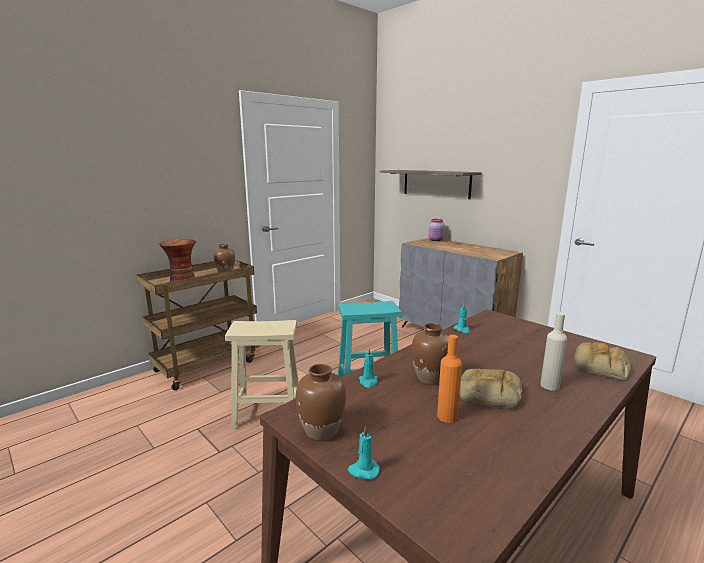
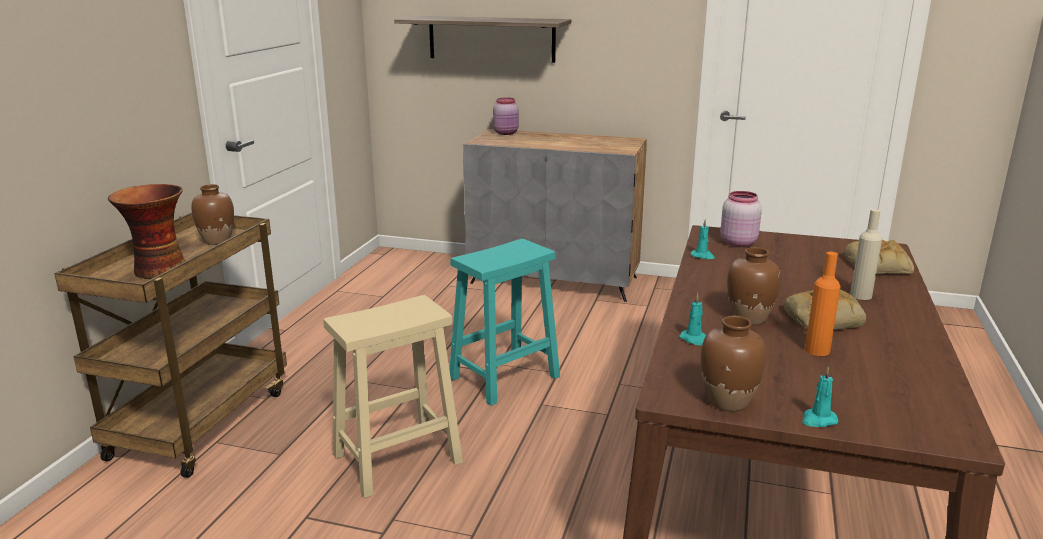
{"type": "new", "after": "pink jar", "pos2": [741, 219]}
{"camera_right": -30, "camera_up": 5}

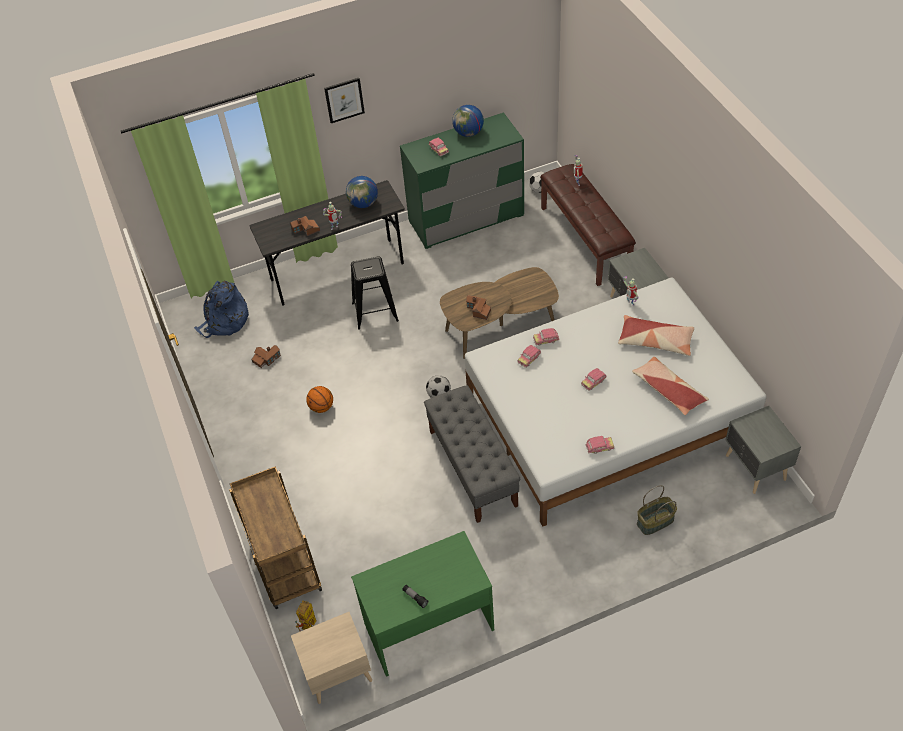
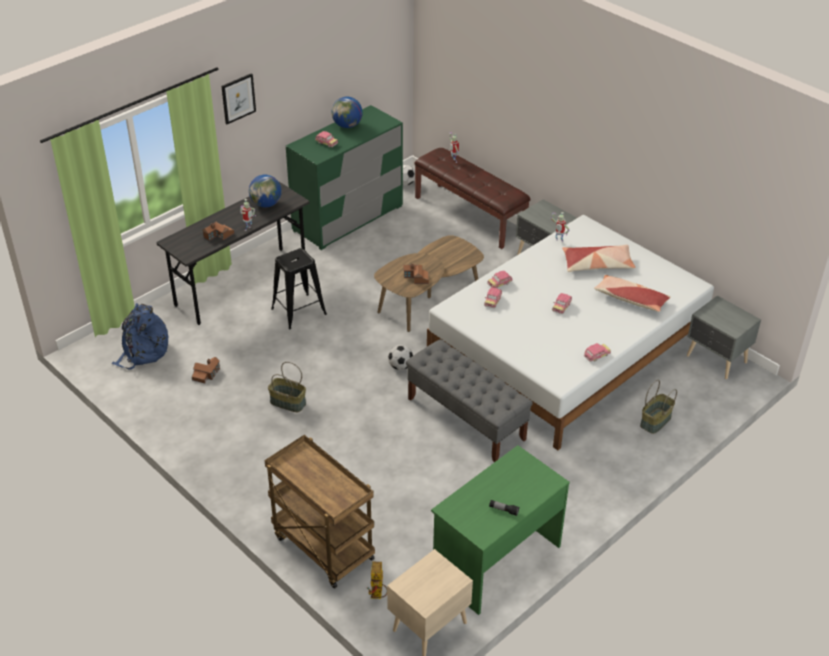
{"type": "swapped", "before": "basketball", "after": "basket", "pos1": [319, 399], "pos2": [287, 387]}
{"camera_right": -25, "camera_up": -10}

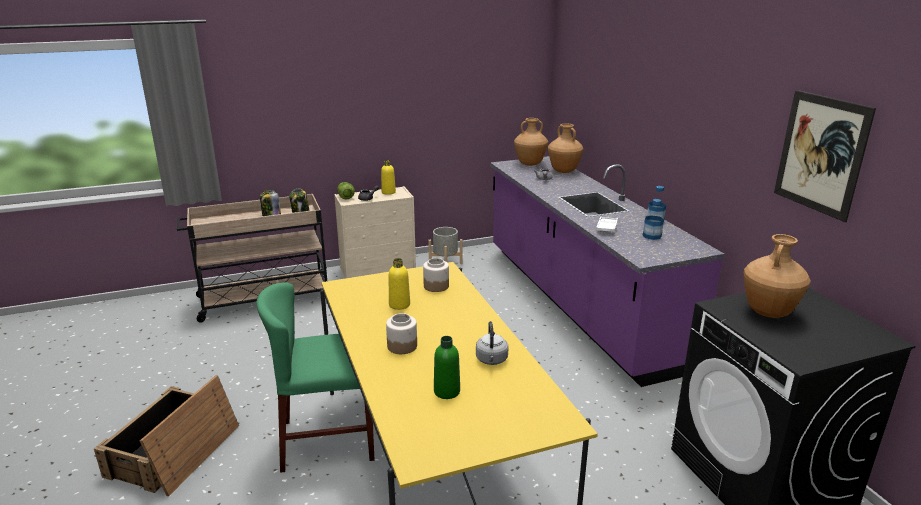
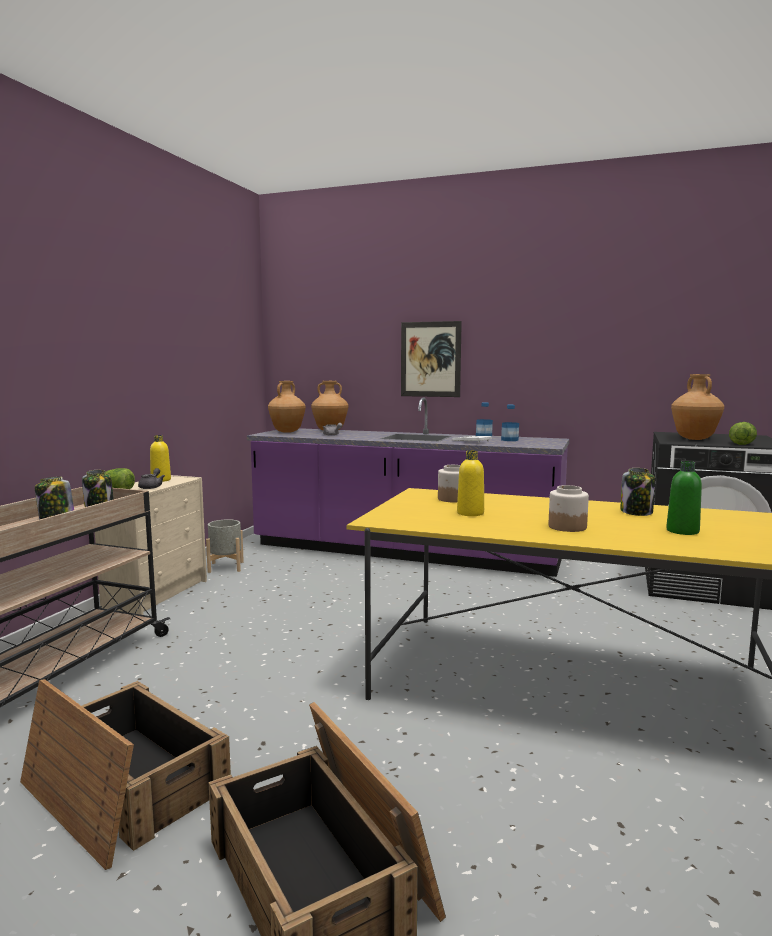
{"type": "gone", "before": "green chair", "pos1": [316, 377]}
{"type": "new", "after": "crate", "pos2": [125, 774]}
{"type": "new", "after": "lettuce", "pos2": [743, 433]}
{"type": "shifted", "before": "picture", "pos1": [825, 156], "pos2": [431, 359]}
{"type": "swapped", "before": "grey kettle", "after": "jar", "pos1": [492, 343], "pos2": [637, 492]}
{"camera_right": -50, "camera_up": -15}

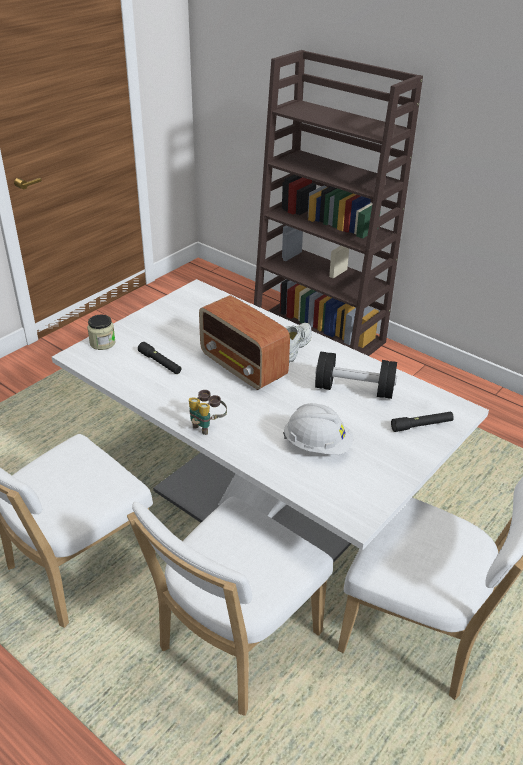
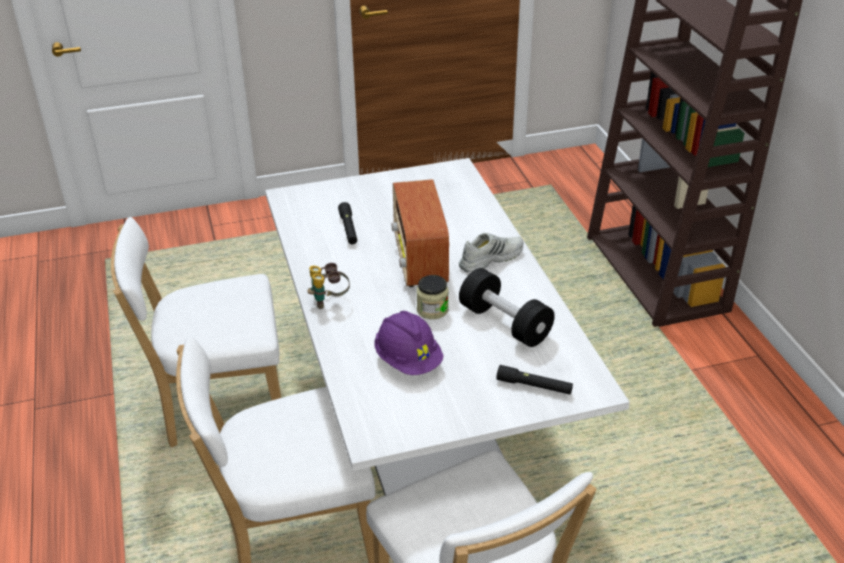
{"type": "shifted", "before": "jar", "pos1": [101, 332], "pos2": [433, 297]}
{"type": "repainted", "before": "white hard hat", "after": "purple hard hat", "pos1": [318, 429], "pos2": [409, 343]}
{"camera_right": 35, "camera_up": 0}

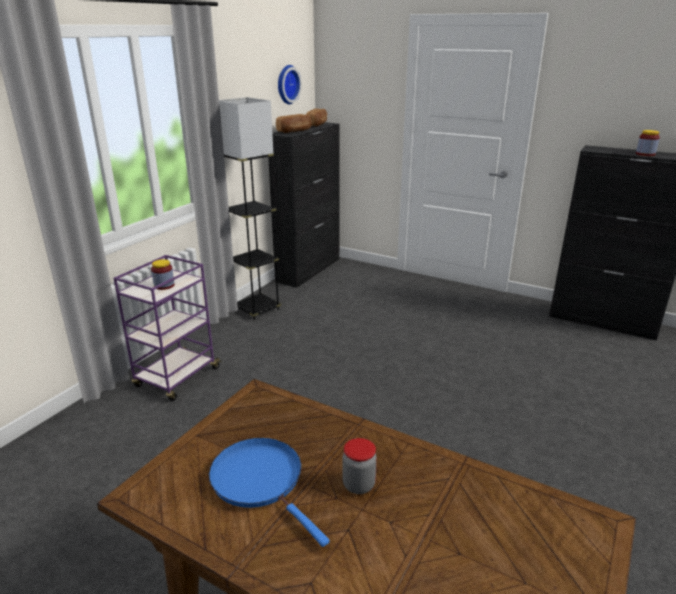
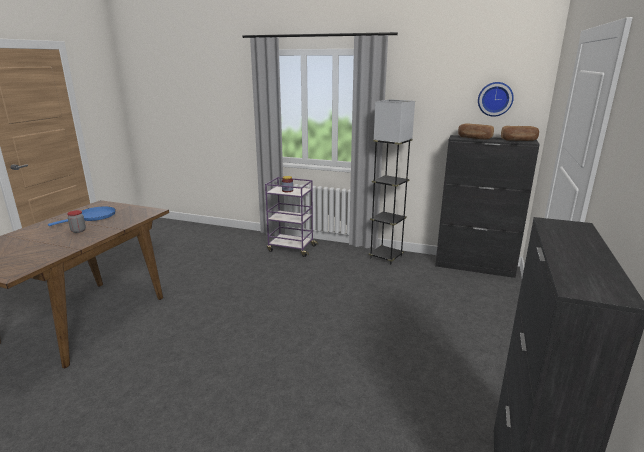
{"type": "gone", "before": "jar", "pos1": [648, 143]}
{"camera_right": 80, "camera_up": -5}

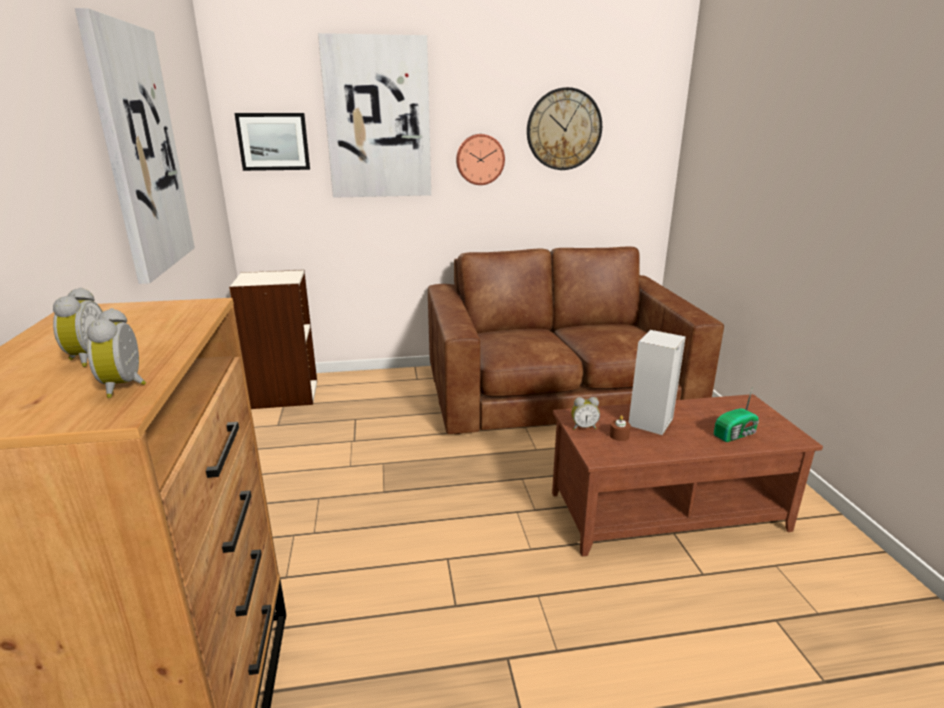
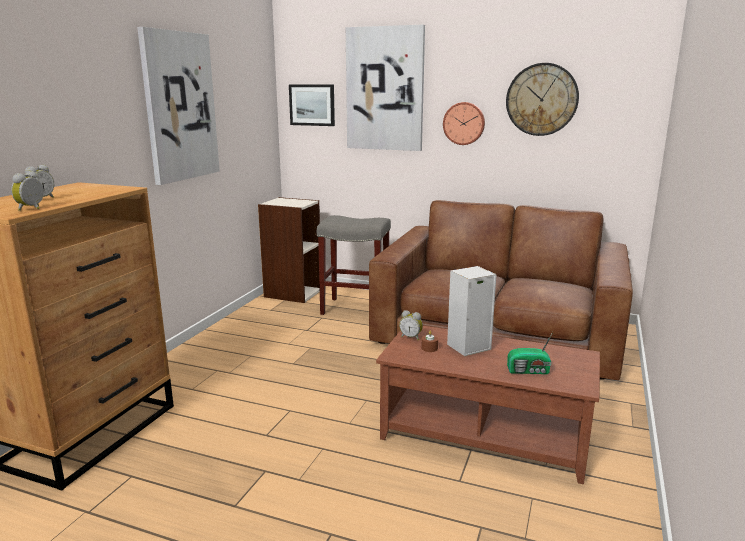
{"type": "new", "after": "grey stool", "pos2": [354, 265]}
{"camera_right": 30, "camera_up": -5}

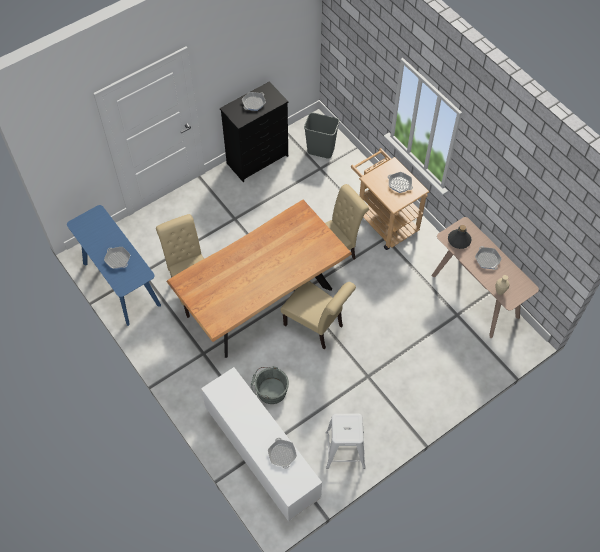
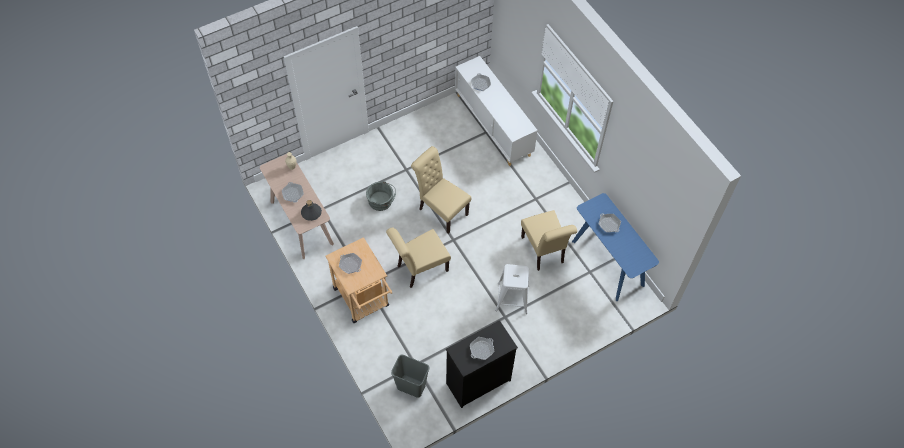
{"type": "gone", "before": "brown dining table", "pos1": [259, 279]}
{"type": "shifted", "before": "grey bucket", "pos1": [270, 385], "pos2": [381, 196]}
{"type": "shifted", "before": "white stool", "pos1": [345, 441], "pos2": [512, 289]}
{"camera_right": -175, "camera_up": 0}

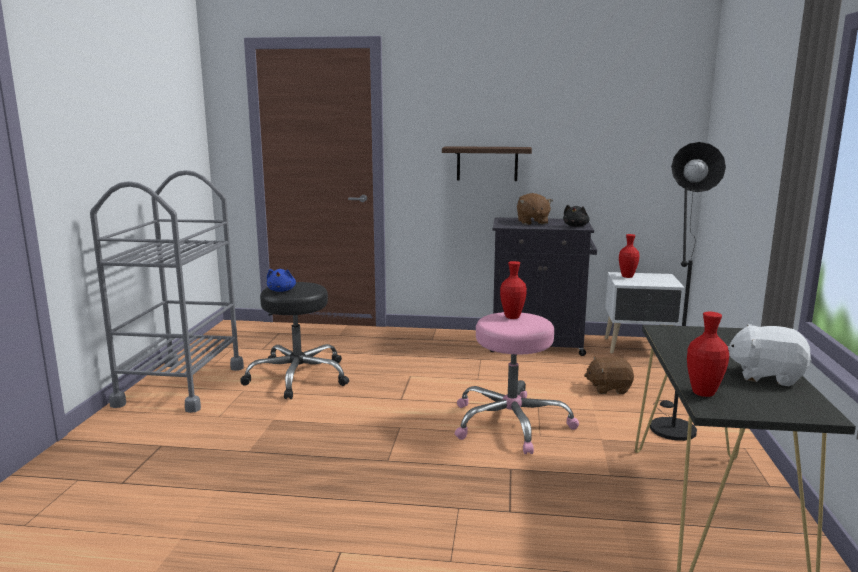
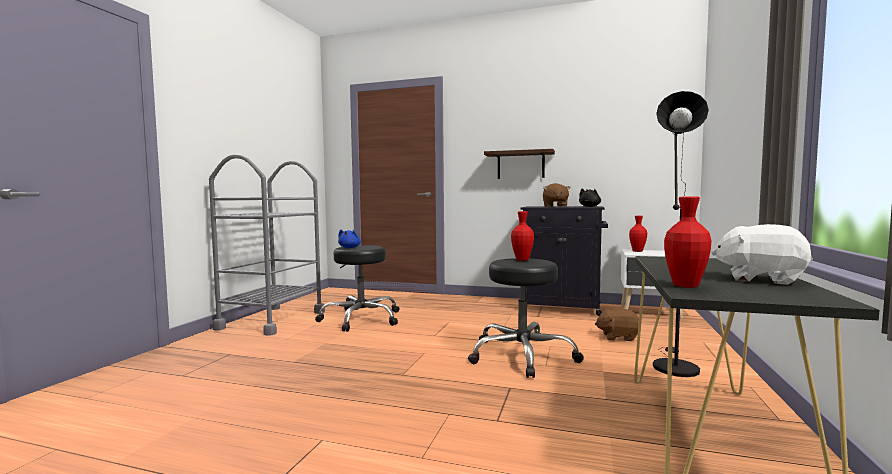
{"type": "repainted", "before": "pink stool", "after": "black stool", "pos1": [517, 383], "pos2": [526, 318]}
{"camera_right": 10, "camera_up": -10}

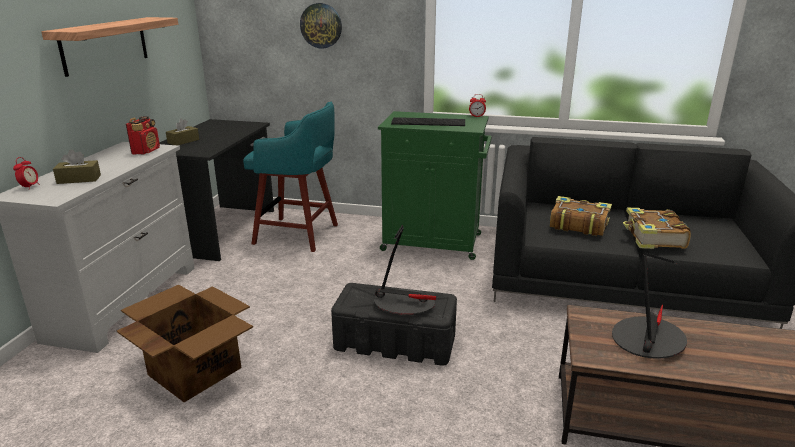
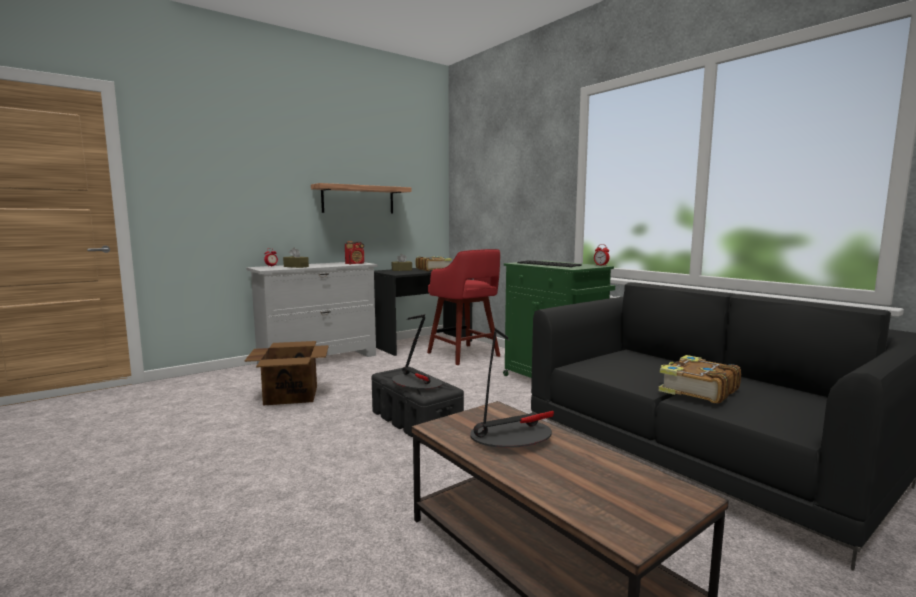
{"type": "gone", "before": "wall clock", "pos1": [321, 26]}
{"type": "shifted", "before": "book", "pos1": [581, 216], "pos2": [433, 263]}
{"type": "repainted", "before": "turquoise stool", "after": "red stool", "pos1": [290, 177], "pos2": [463, 307]}
{"camera_right": 40, "camera_up": -15}

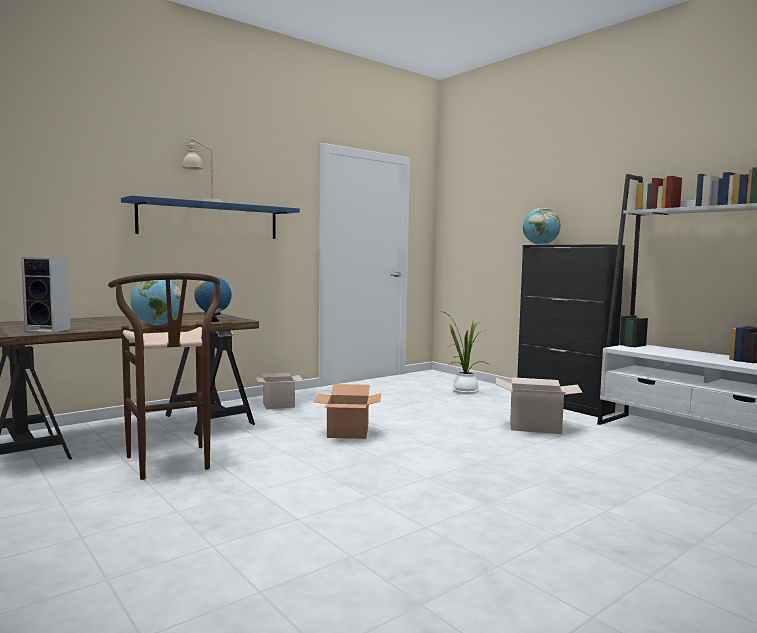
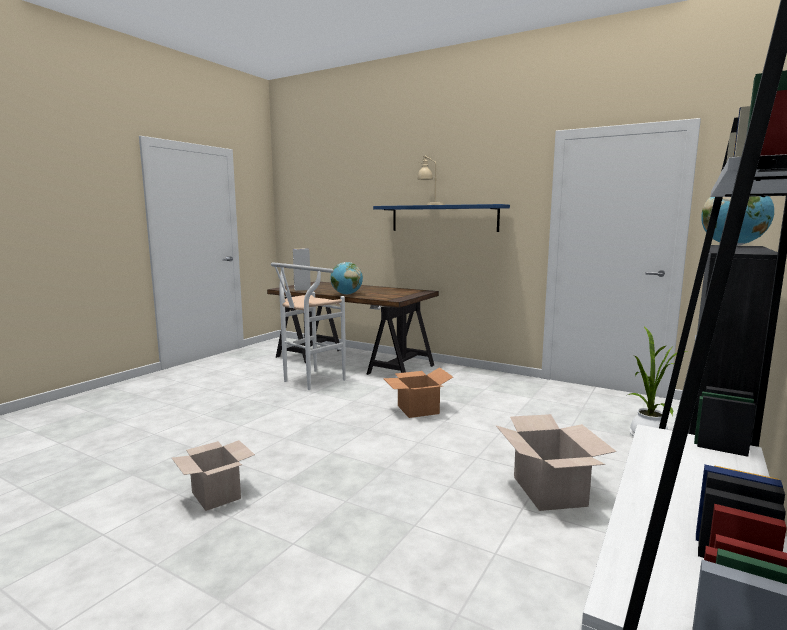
{"type": "gone", "before": "globe", "pos1": [213, 299]}
{"type": "shifted", "before": "cardboard box", "pos1": [279, 391], "pos2": [213, 475]}
{"type": "repainted", "before": "brown stool", "after": "white stool", "pos1": [164, 376], "pos2": [308, 326]}
{"camera_right": 70, "camera_up": 5}

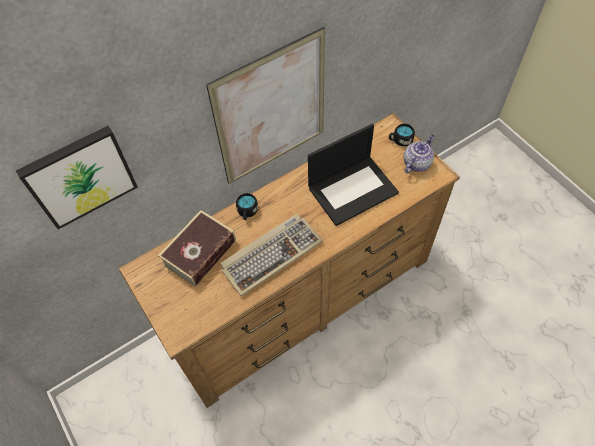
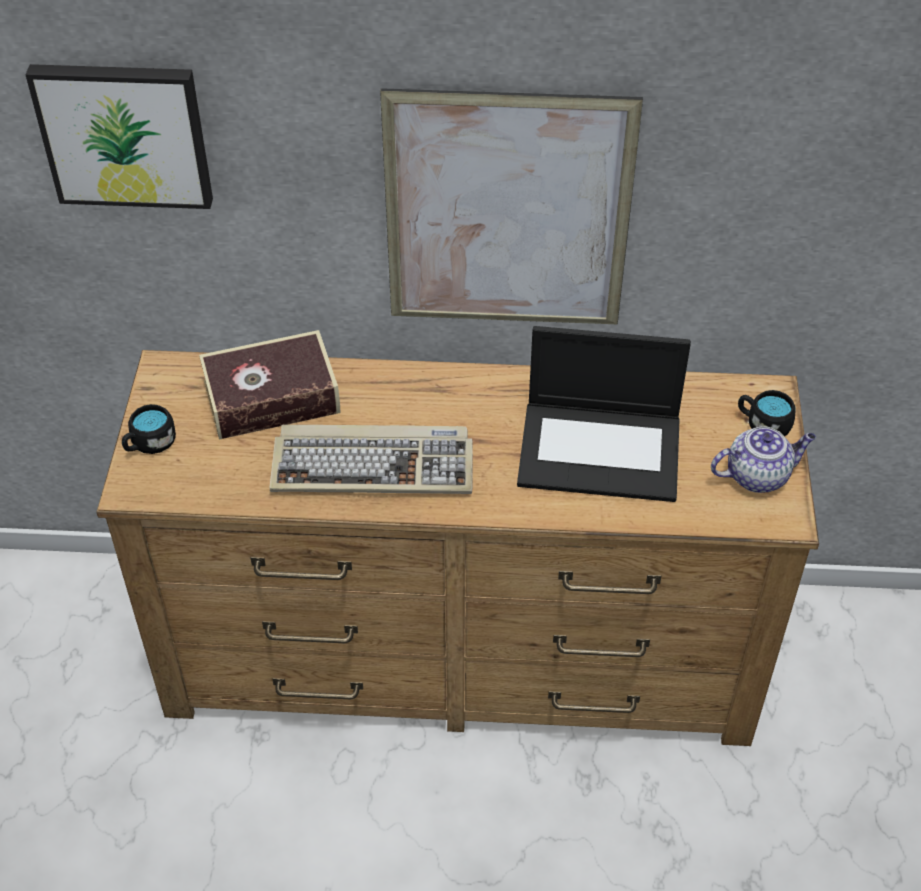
{"type": "shifted", "before": "black mug", "pos1": [247, 206], "pos2": [149, 429]}
{"camera_right": 35, "camera_up": -10}

